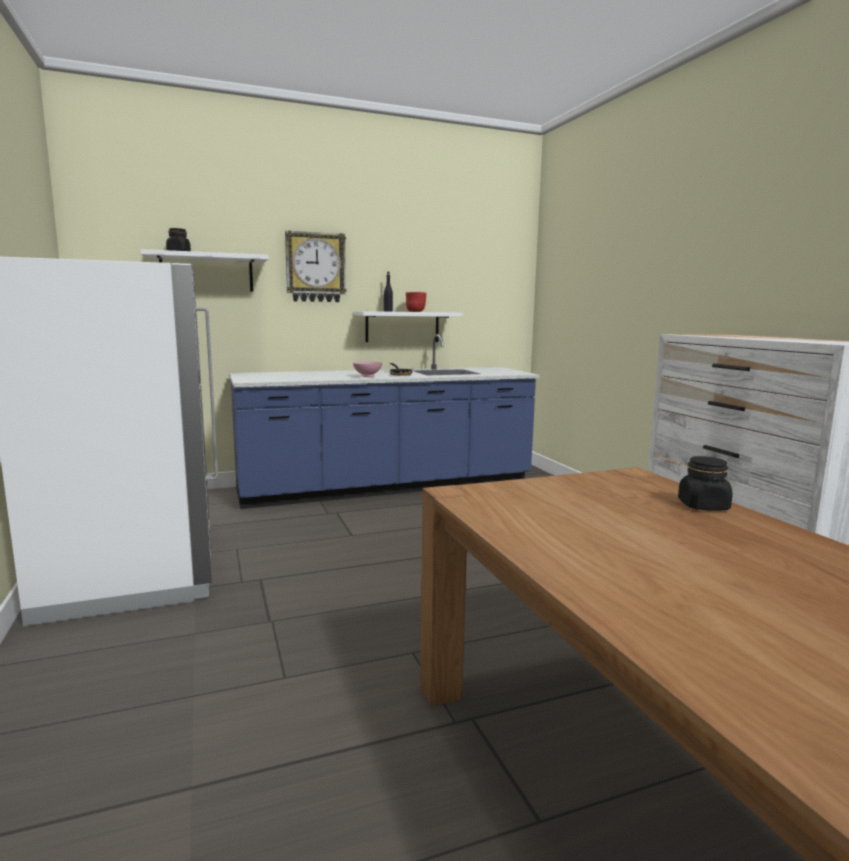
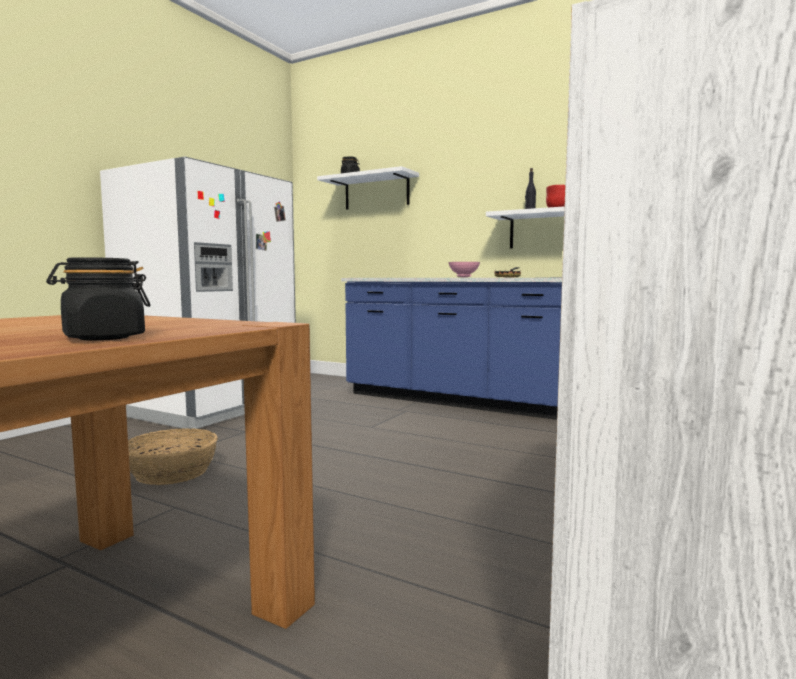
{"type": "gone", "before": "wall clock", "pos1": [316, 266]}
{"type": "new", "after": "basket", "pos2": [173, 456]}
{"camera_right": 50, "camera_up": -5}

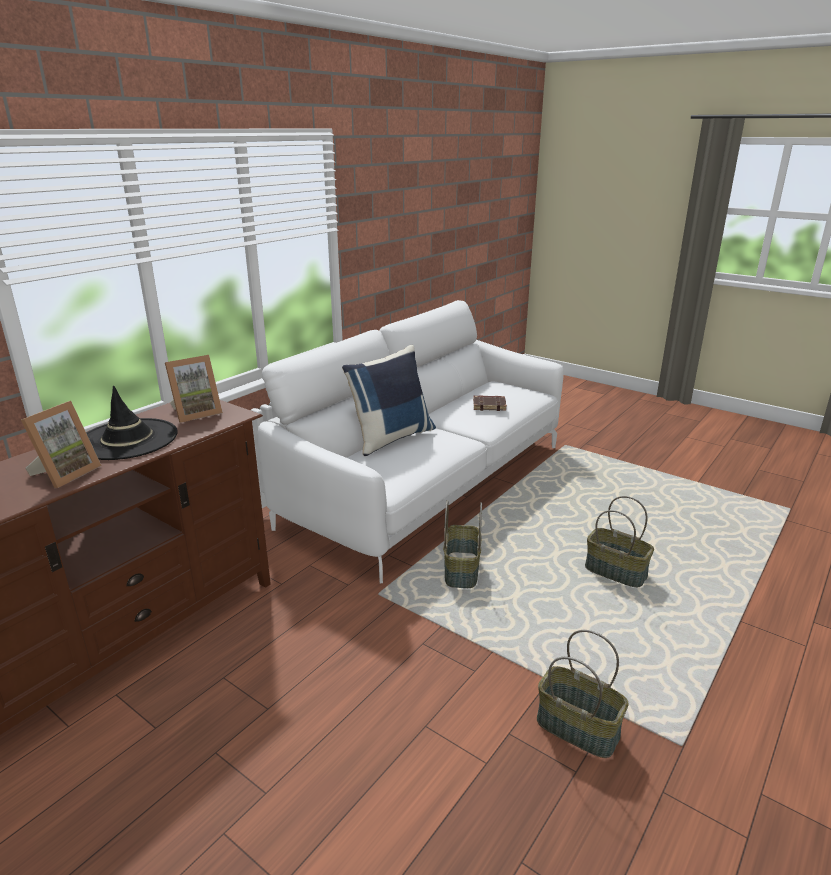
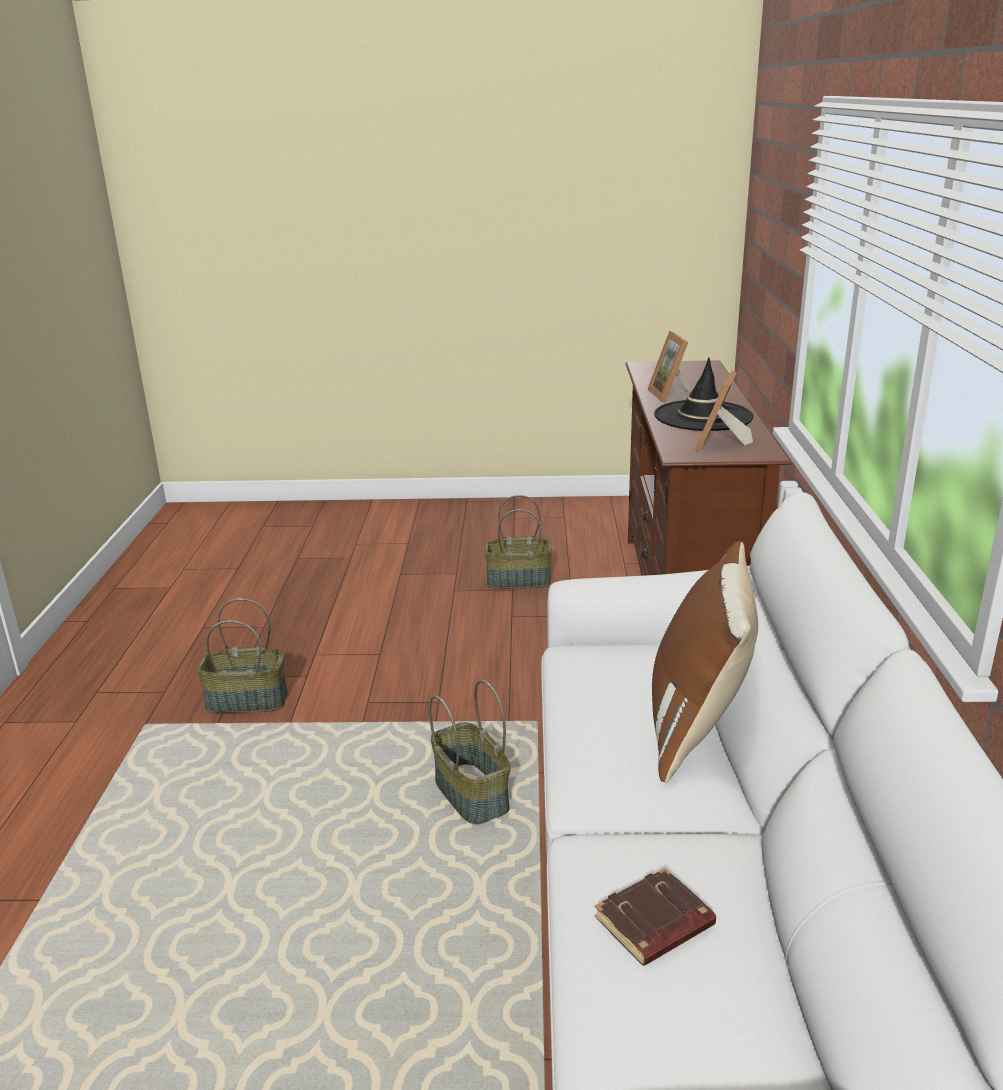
{"type": "shifted", "before": "basket", "pos1": [619, 541], "pos2": [518, 542]}
{"type": "repainted", "before": "blue pillow", "after": "brown pillow", "pos1": [389, 400], "pos2": [705, 662]}
{"camera_right": 145, "camera_up": 0}

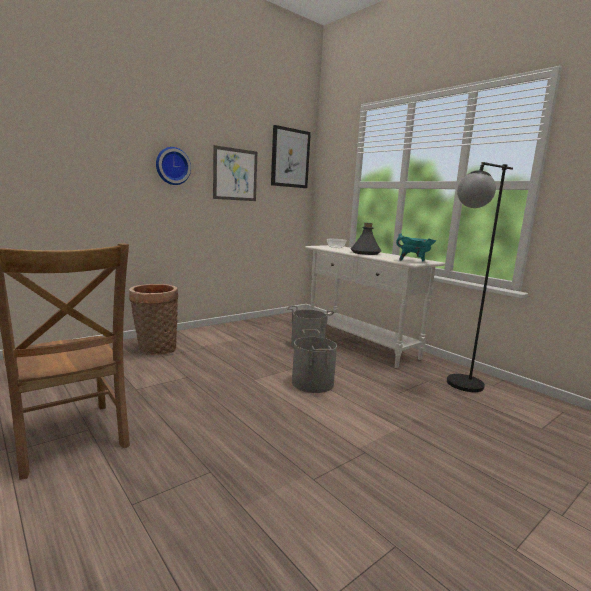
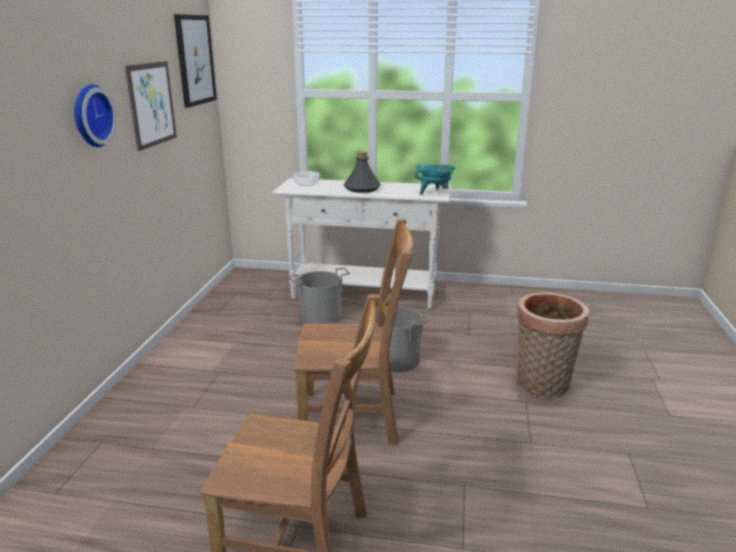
{"type": "gone", "before": "black floor lamp", "pos1": [480, 277]}
{"type": "new", "after": "brown chair", "pos2": [354, 332]}
{"type": "shifted", "before": "basket", "pos1": [153, 319], "pos2": [553, 345]}
{"camera_right": -40, "camera_up": 10}

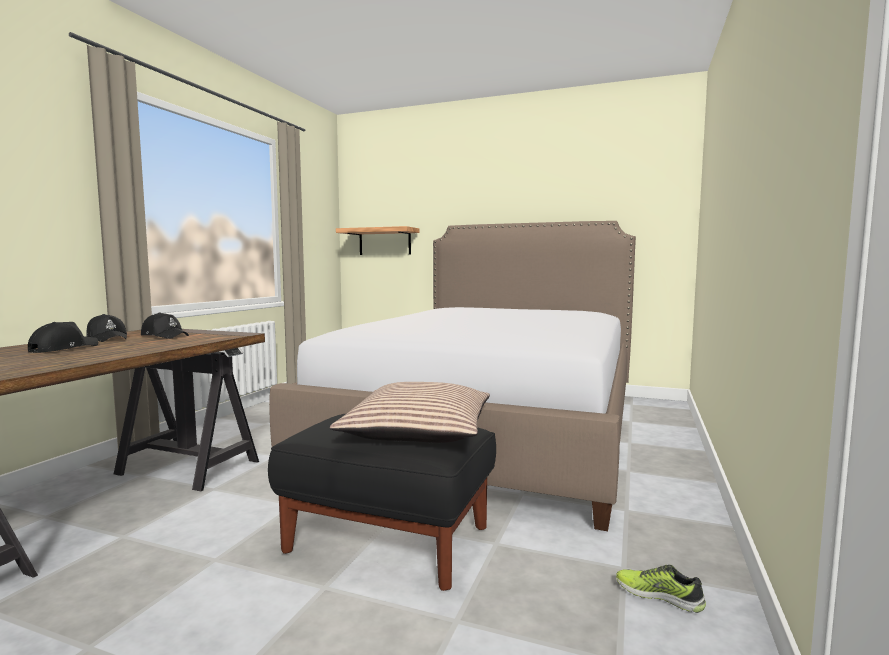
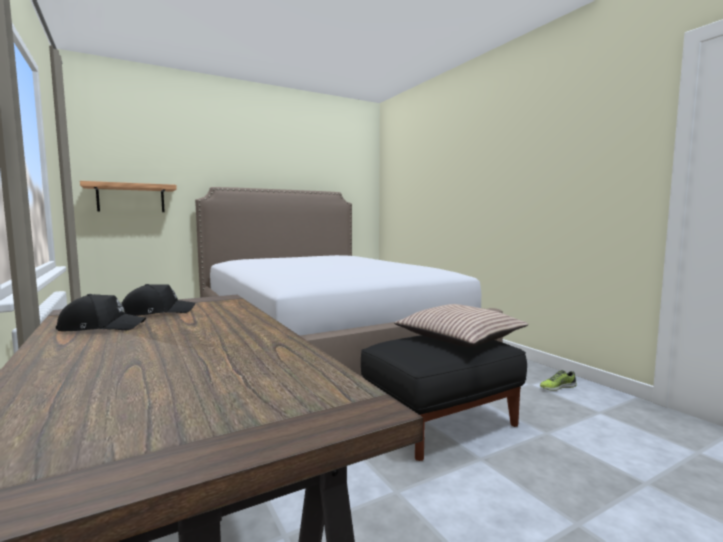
{"type": "gone", "before": "black cap", "pos1": [63, 337]}
{"camera_right": -50, "camera_up": 0}

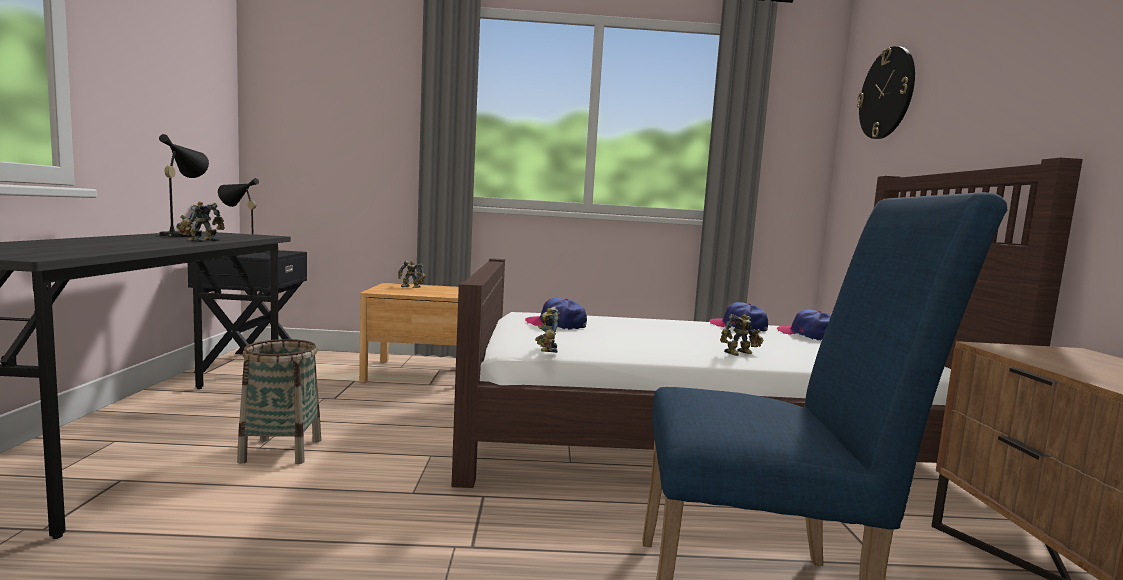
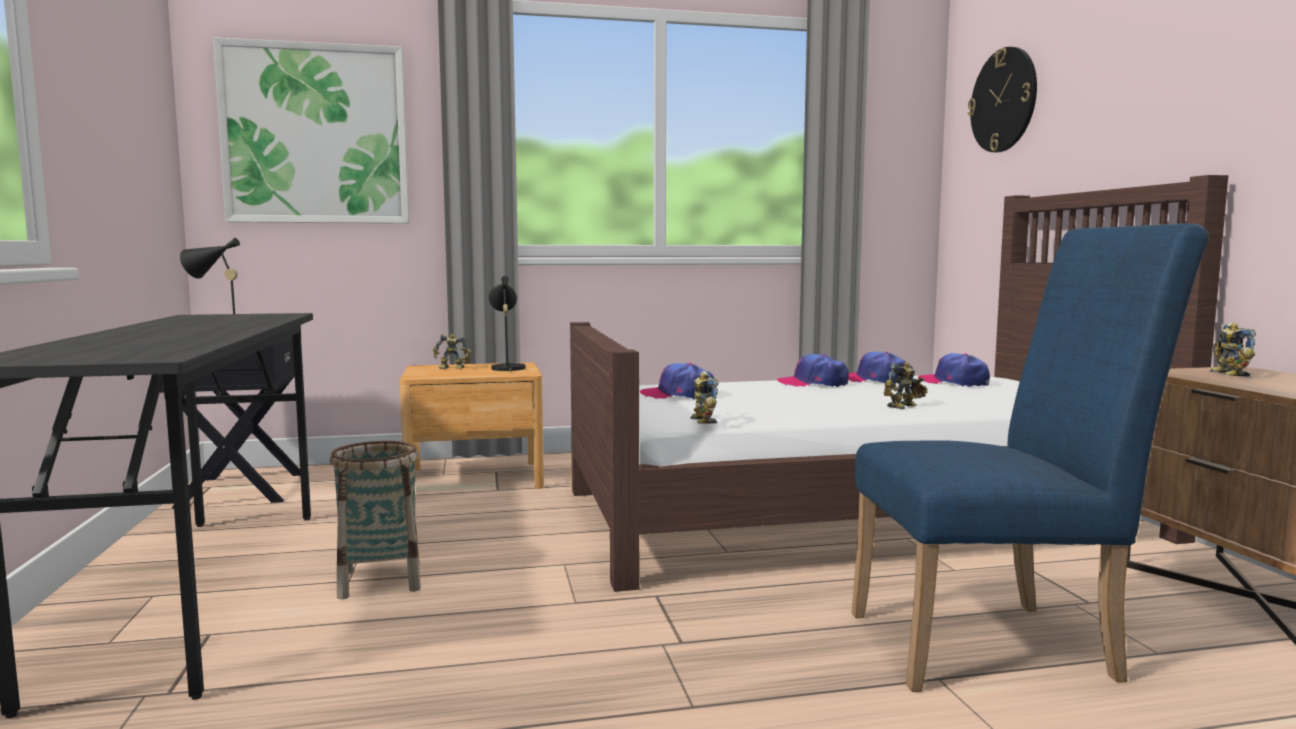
{"type": "new", "after": "picture", "pos2": [311, 130]}
{"type": "new", "after": "cap", "pos2": [813, 370]}
{"type": "shifted", "before": "black table lamp", "pos1": [182, 185], "pos2": [507, 324]}
{"type": "shifted", "before": "toy robot", "pos1": [200, 221], "pos2": [1233, 349]}
{"camera_right": -10, "camera_up": 0}

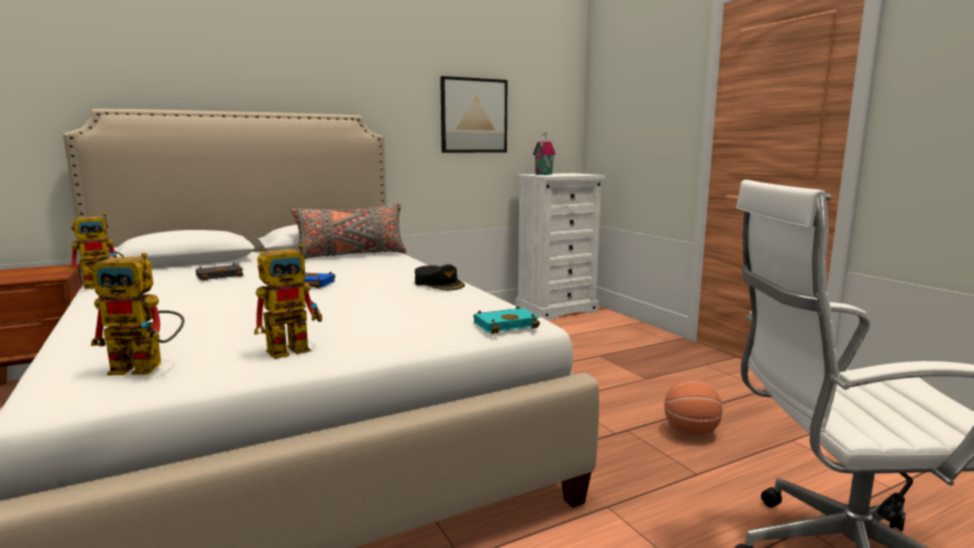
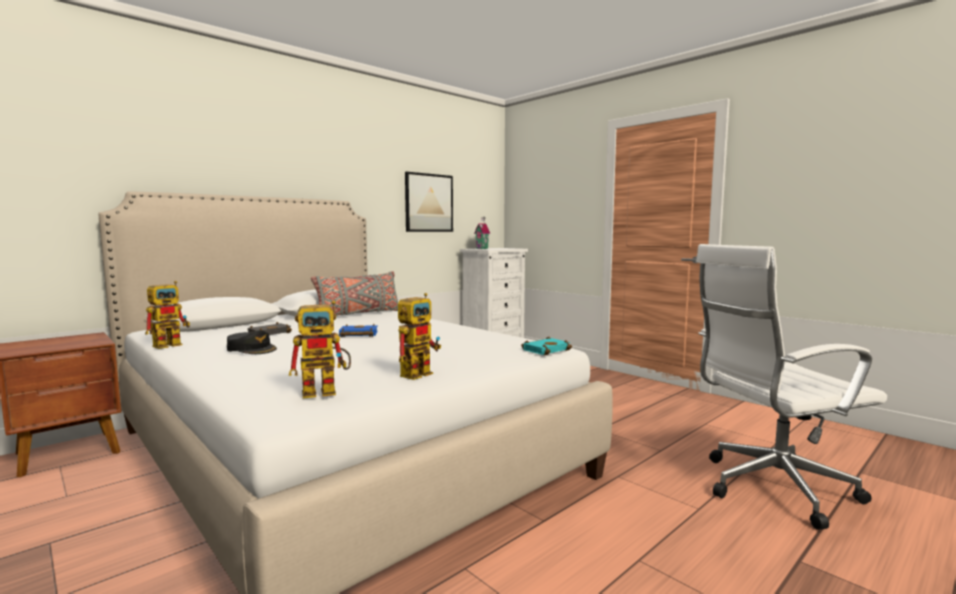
{"type": "gone", "before": "basketball", "pos1": [693, 408]}
{"type": "shifted", "before": "black cap", "pos1": [440, 277], "pos2": [252, 342]}
{"camera_right": -15, "camera_up": -5}

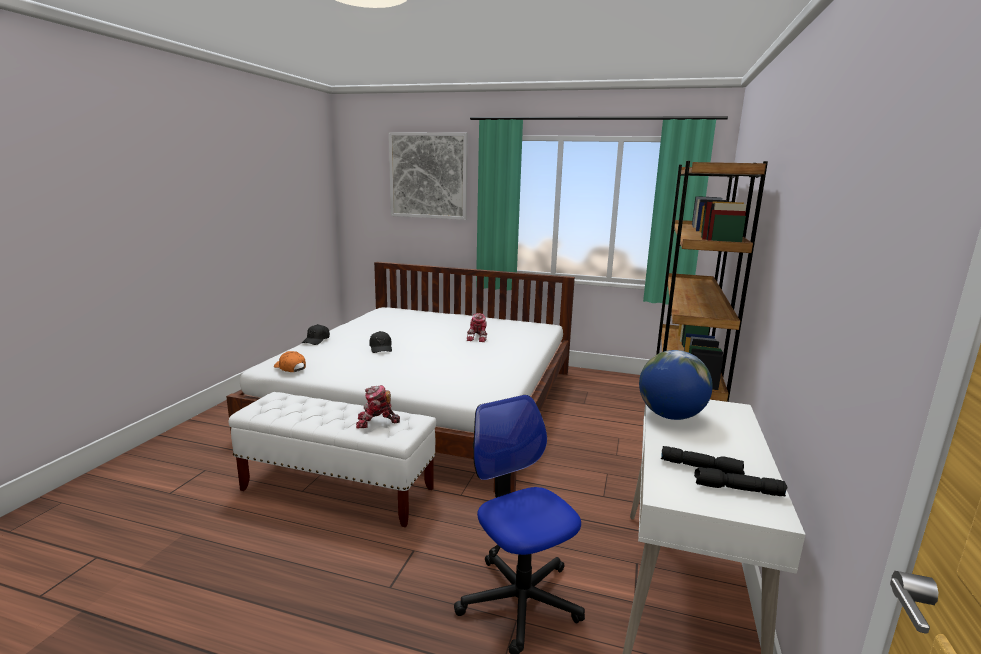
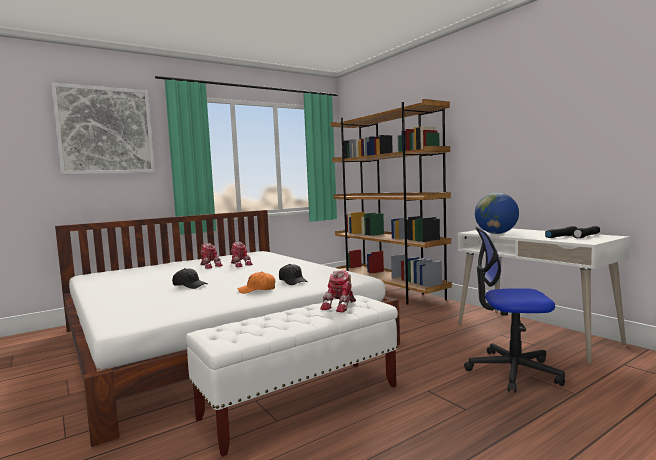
{"type": "new", "after": "toy robot", "pos2": [211, 256]}
{"type": "shifted", "before": "orange cap", "pos1": [290, 361], "pos2": [256, 282]}
{"type": "shifted", "before": "black cap", "pos1": [316, 334], "pos2": [293, 274]}
{"camera_right": -50, "camera_up": -10}

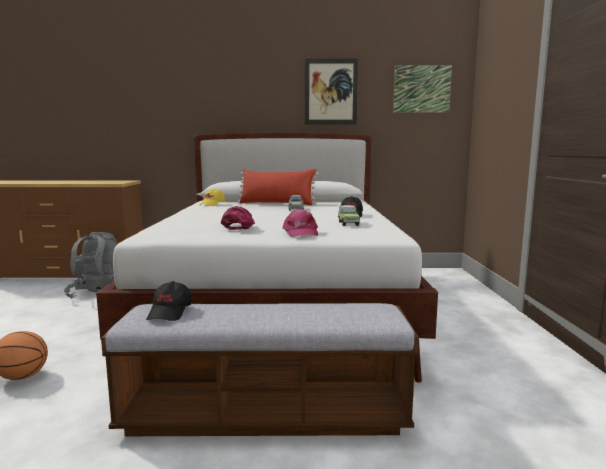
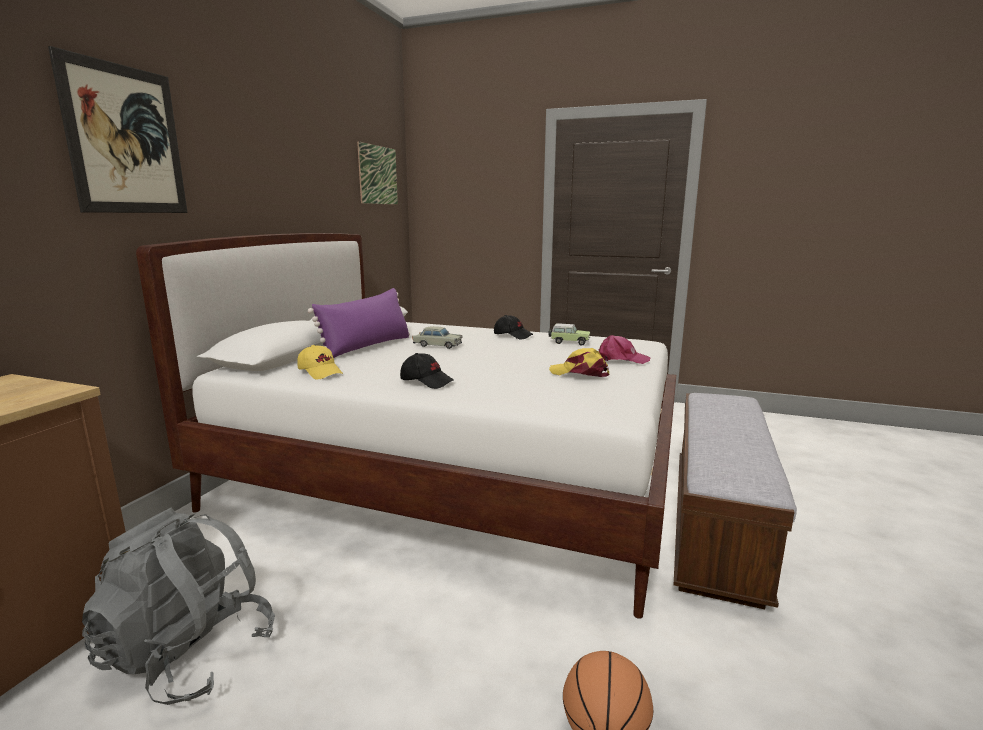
{"type": "shifted", "before": "black cap", "pos1": [169, 301], "pos2": [427, 371]}
{"type": "shifted", "before": "picture", "pos1": [331, 91], "pos2": [118, 129]}
{"type": "repainted", "before": "pink cap", "after": "yellow cap", "pos1": [238, 218], "pos2": [579, 362]}
{"type": "repainted", "before": "red pillow", "after": "purple pillow", "pos1": [278, 187], "pos2": [359, 323]}
{"camera_right": -70, "camera_up": 5}

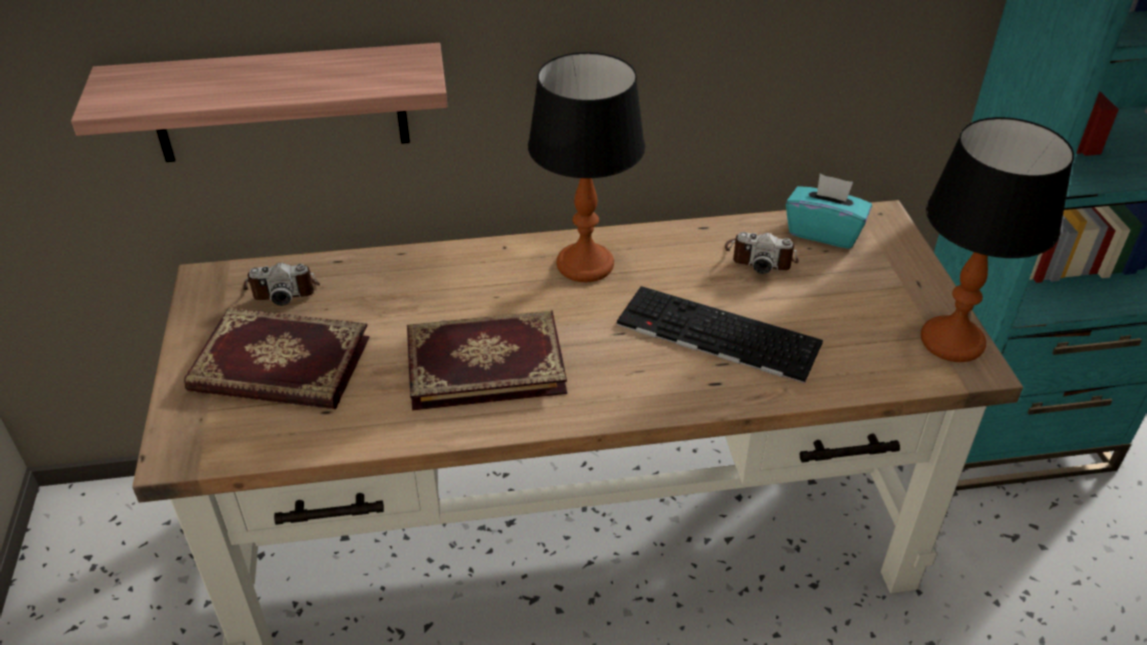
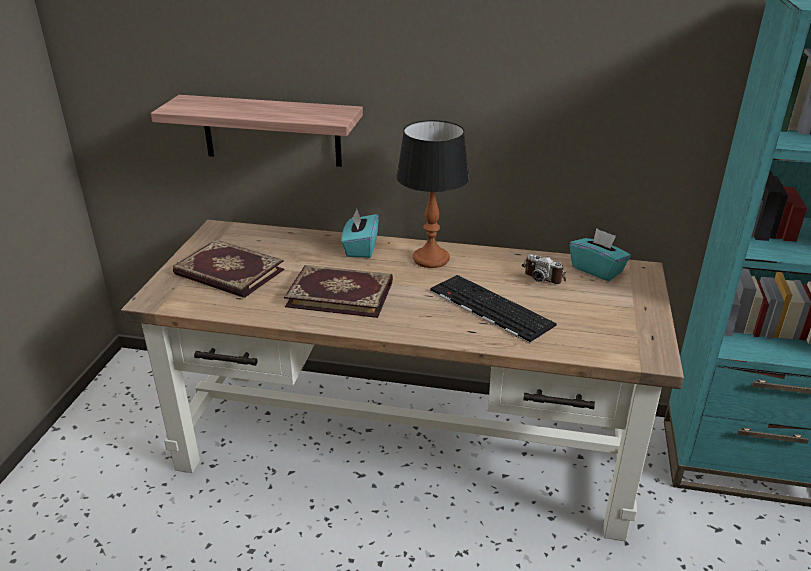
{"type": "gone", "before": "photo camera", "pos1": [281, 284]}
{"type": "gone", "before": "table lamp", "pos1": [997, 239]}
{"type": "new", "after": "turquoise tissue box", "pos2": [360, 233]}
{"camera_right": 20, "camera_up": -10}

